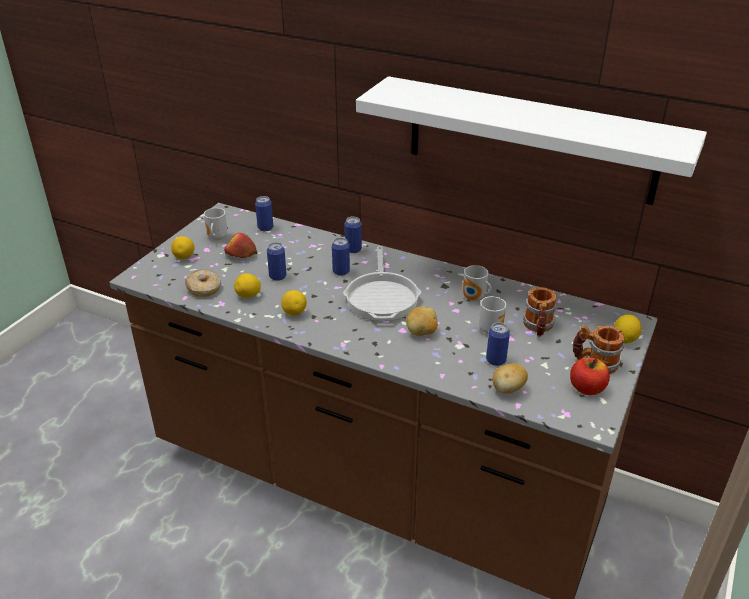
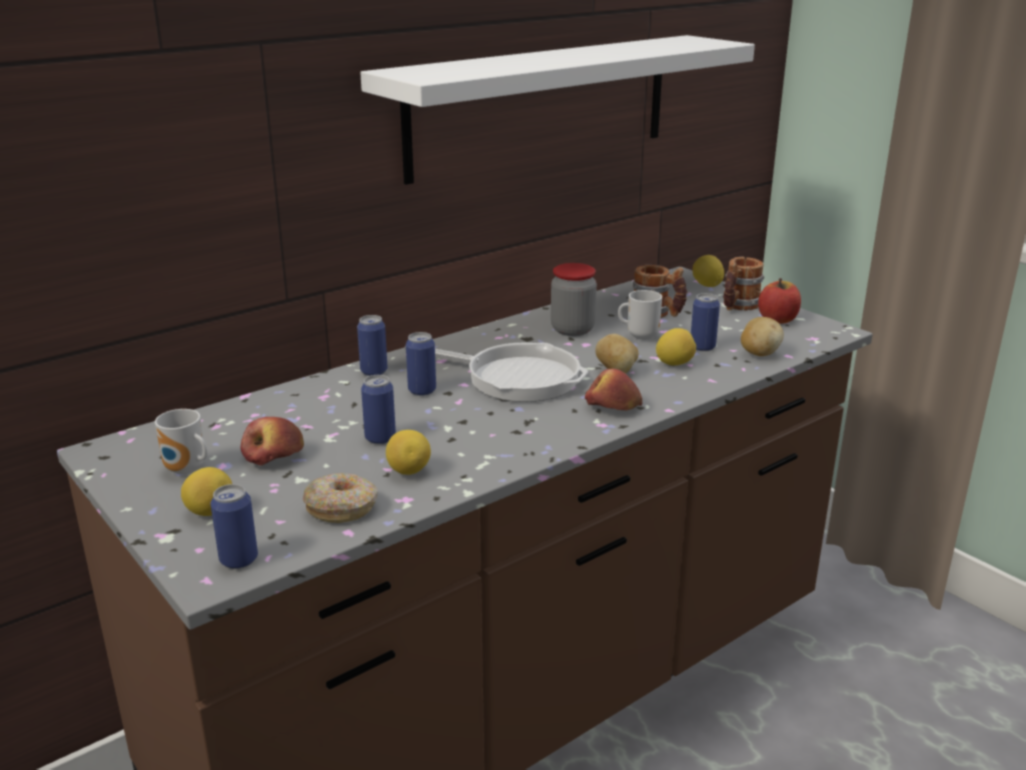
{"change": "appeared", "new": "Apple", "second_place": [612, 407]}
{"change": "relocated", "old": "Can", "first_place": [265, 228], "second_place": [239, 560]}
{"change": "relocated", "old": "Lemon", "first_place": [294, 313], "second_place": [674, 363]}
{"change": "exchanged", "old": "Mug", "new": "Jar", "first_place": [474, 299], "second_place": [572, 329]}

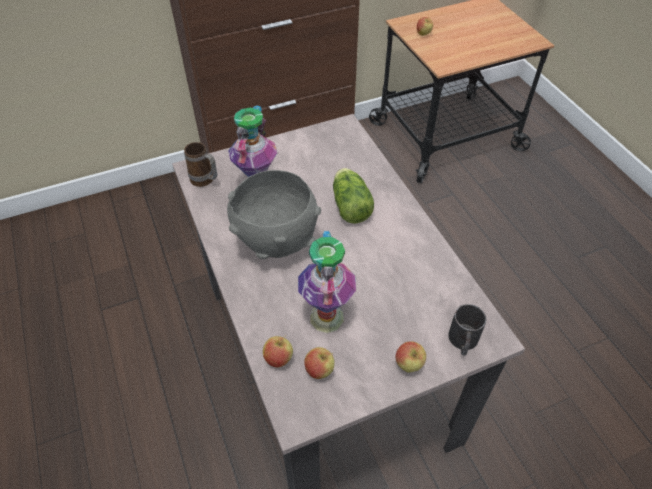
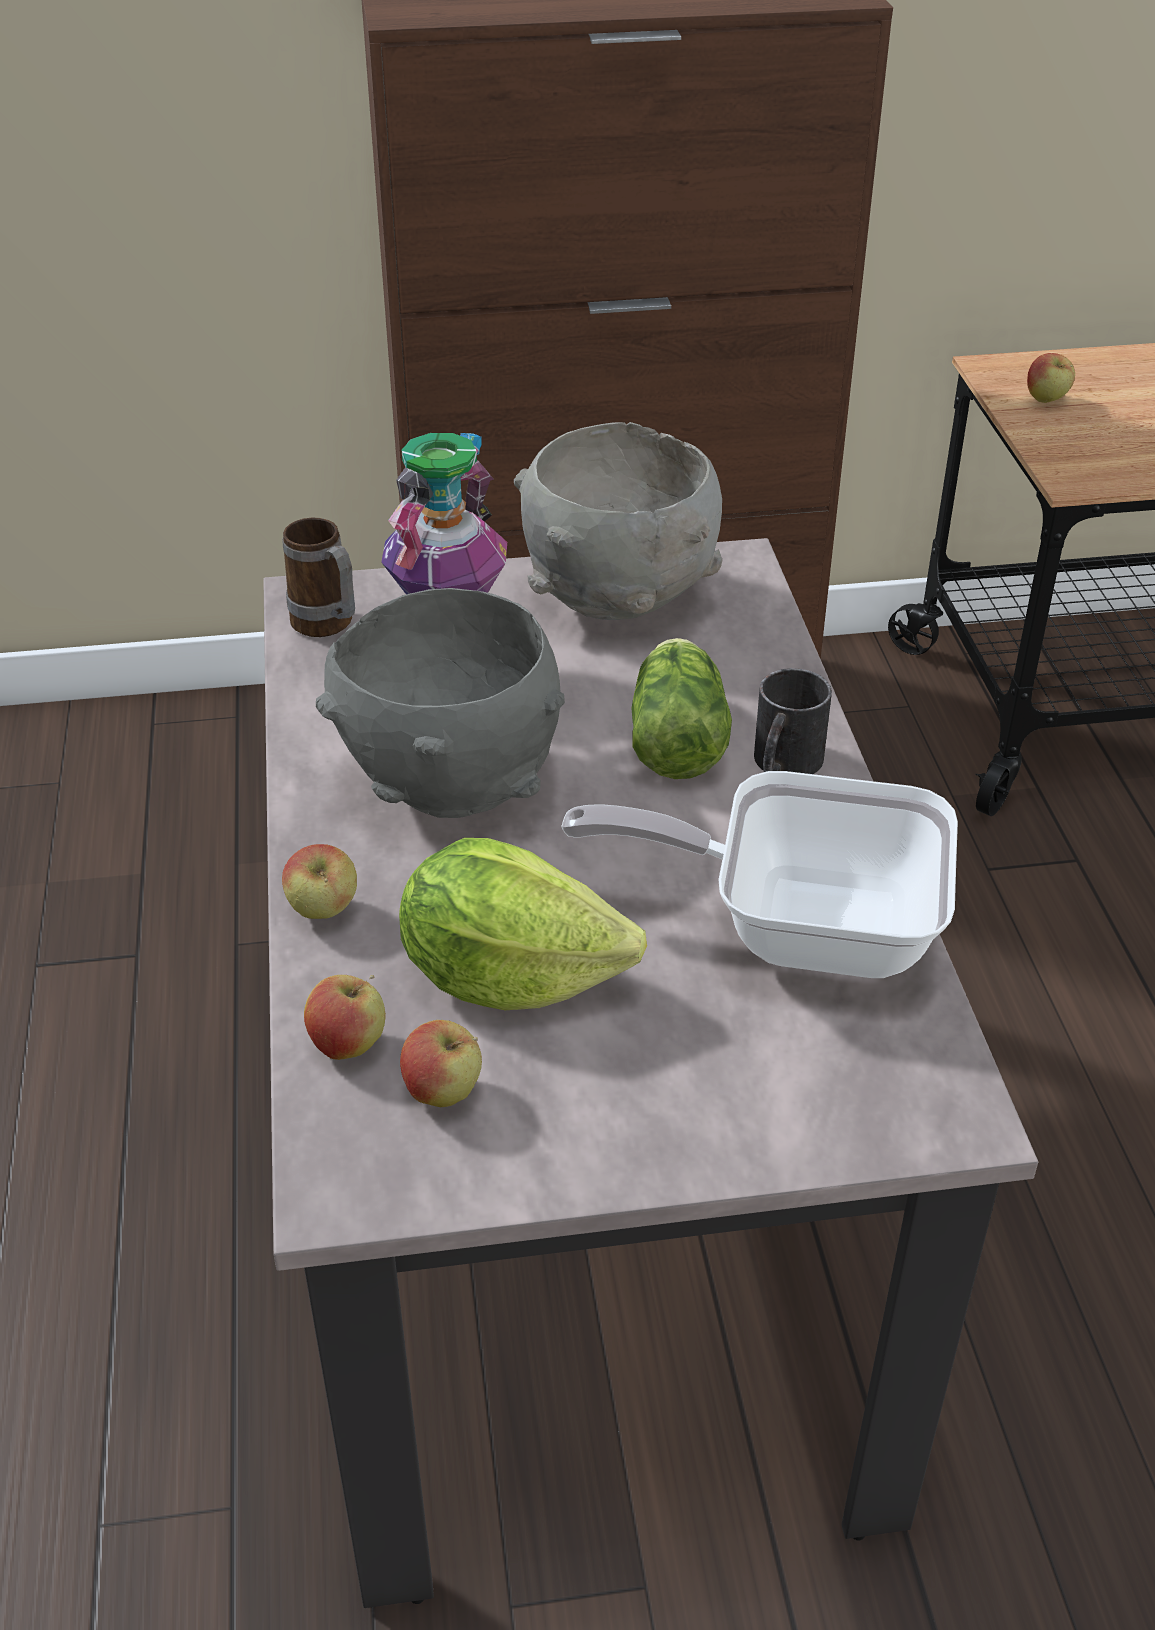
{"change": "appeared", "new": "GreyBowl", "second_place": [619, 599]}
{"change": "appeared", "new": "FryingPan", "second_place": [799, 927]}
{"change": "relocated", "old": "Apple", "first_place": [409, 365], "second_place": [324, 912]}
{"change": "relocated", "old": "BlackMug", "first_place": [463, 342], "second_place": [783, 765]}
{"change": "exchanged", "old": "Vase", "new": "Lettuce", "first_place": [325, 317], "second_place": [510, 975]}

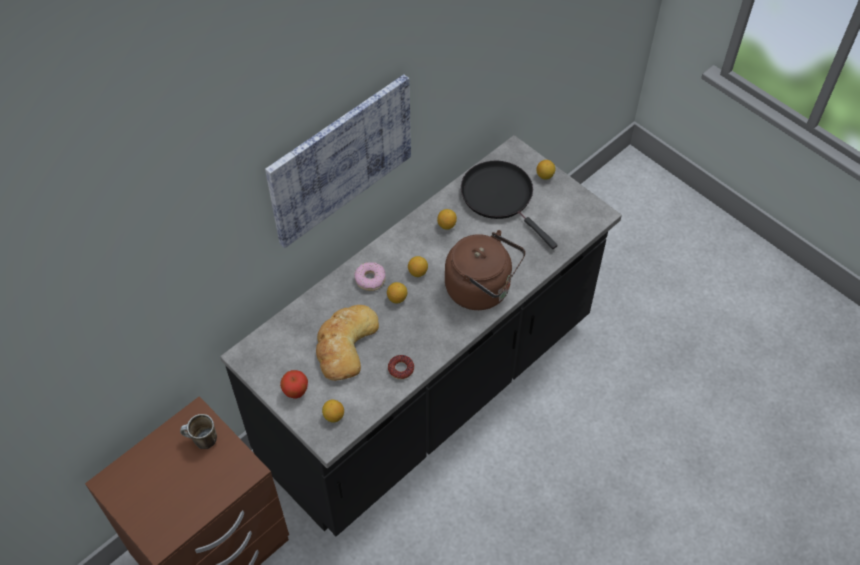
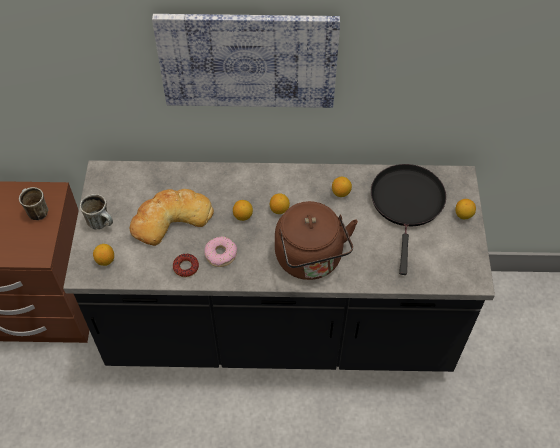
{"change": "relocated", "old": "Donut", "first_place": [370, 279], "second_place": [221, 254]}
{"change": "exchanged", "old": "Apple", "new": "Mug", "first_place": [296, 392], "second_place": [102, 223]}

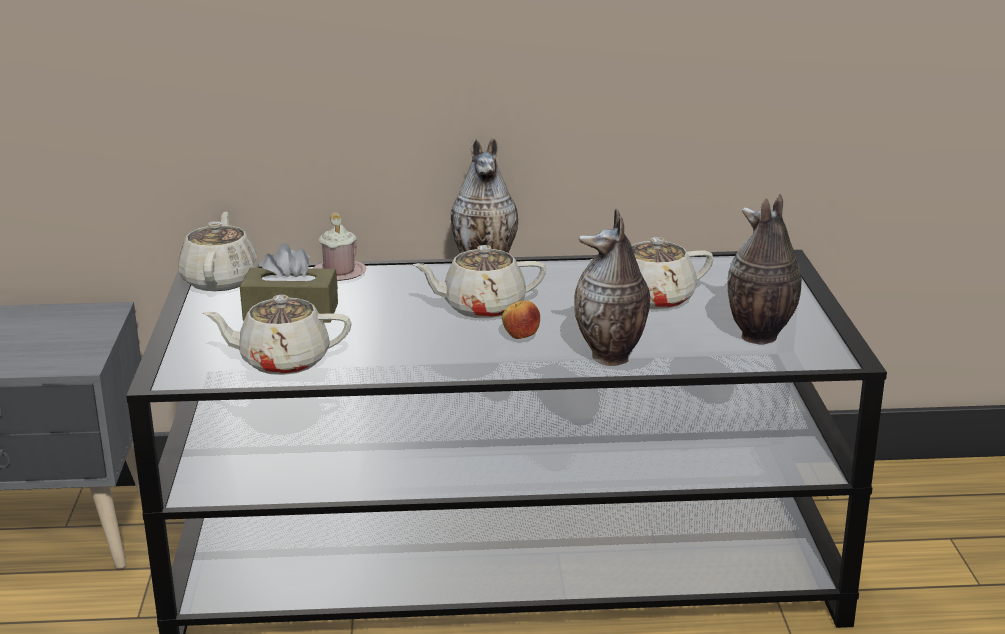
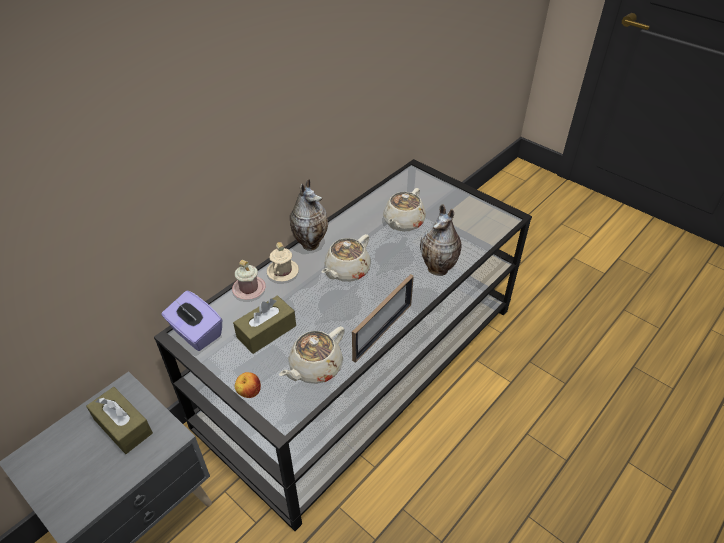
{"change": "missing", "old": "Vase", "first_place": [759, 337]}
{"change": "appeared", "new": "BrownTissueBox", "second_place": [123, 426]}
{"change": "appeared", "new": "BeigeMug", "second_place": [283, 271]}
{"change": "appeared", "new": "PictureFrame", "second_place": [382, 331]}
{"change": "relocated", "old": "Apple", "first_place": [520, 337], "second_place": [249, 392]}
{"change": "exchanged", "old": "BeigeTeapot", "new": "PurpleTissueBox", "first_place": [220, 280], "second_place": [196, 333]}

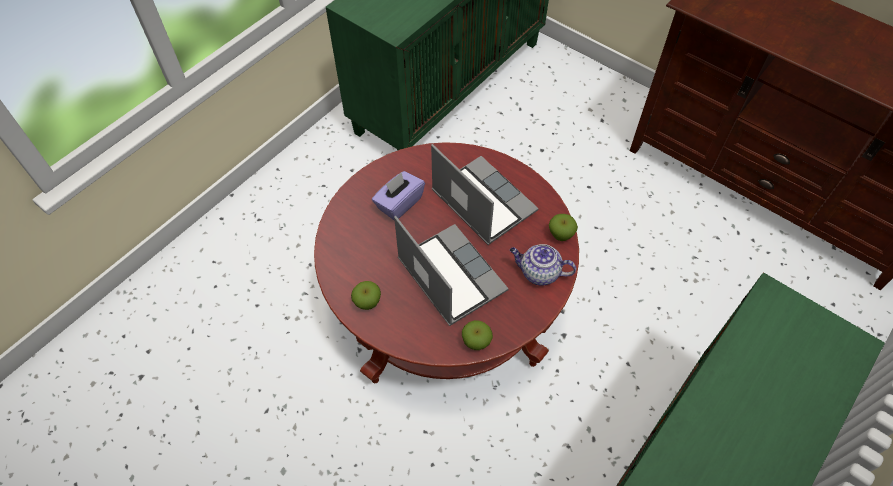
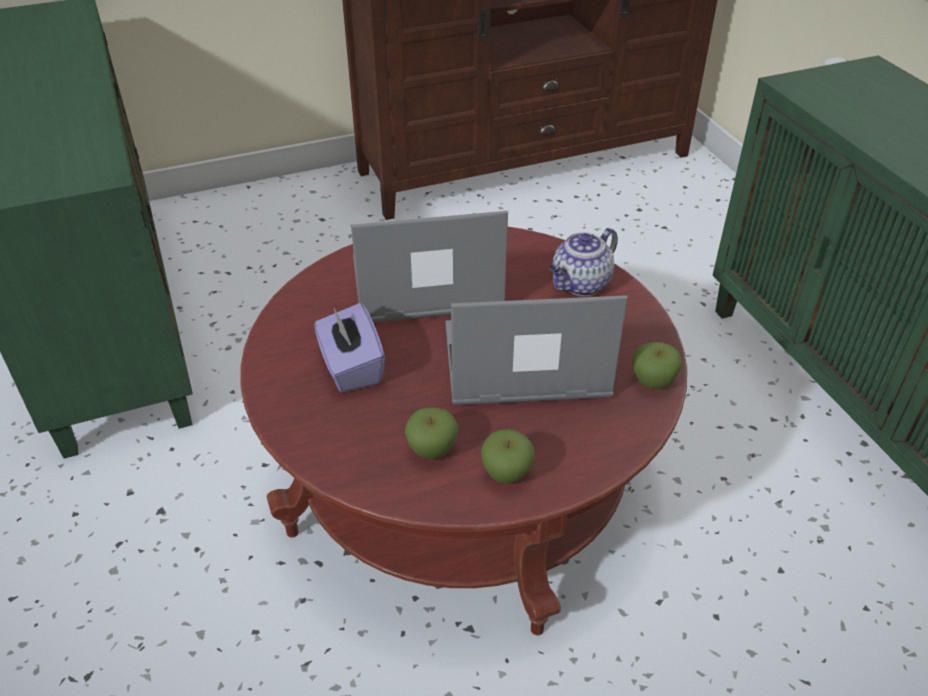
{"change": "relocated", "old": "Apple", "first_place": [561, 235], "second_place": [432, 450]}

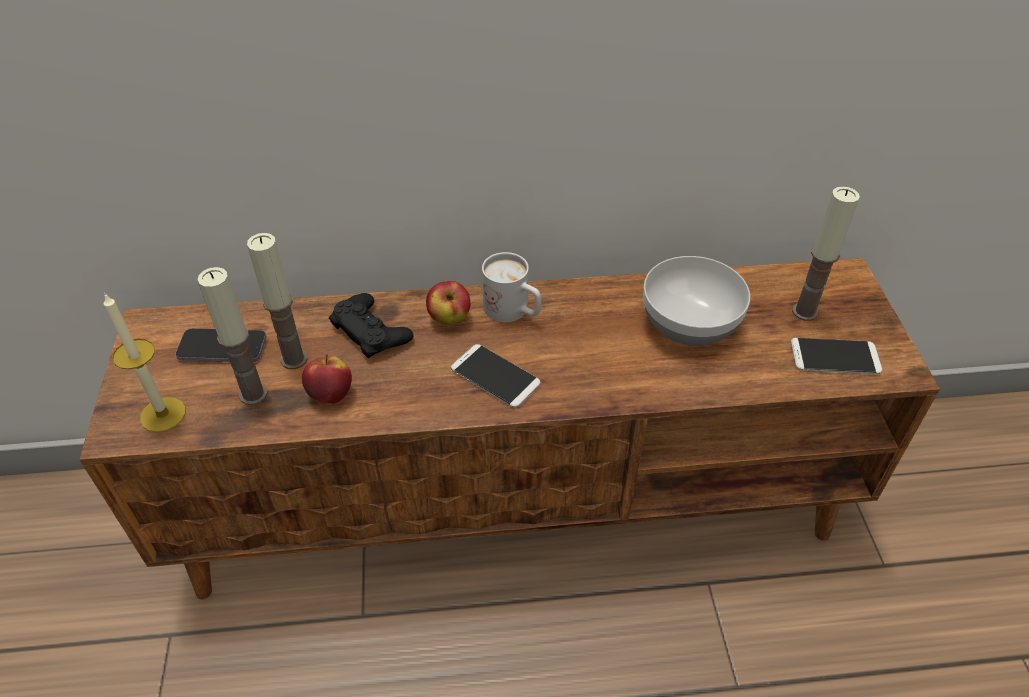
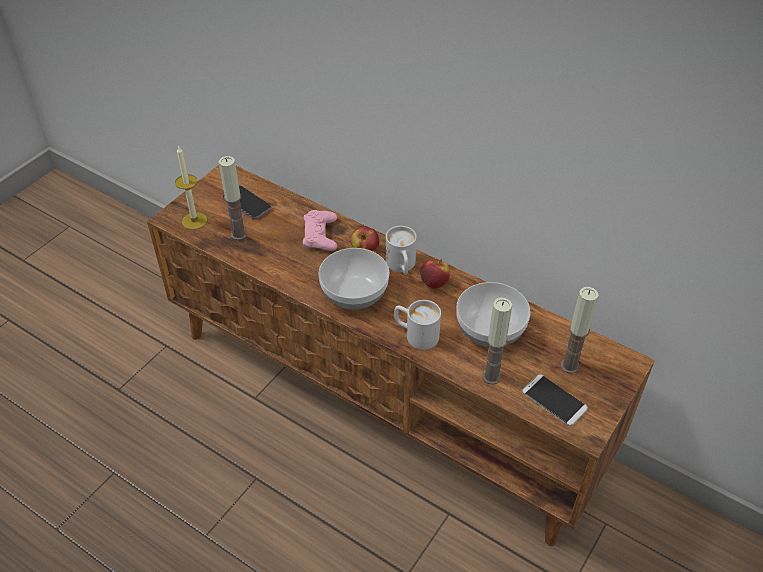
{"change": "appeared", "new": "WhiteMug", "second_place": [415, 334]}
{"change": "relocated", "old": "Candle", "first_place": [294, 359], "second_place": [491, 376]}
{"change": "relocated", "old": "Apple", "first_place": [330, 394], "second_place": [434, 283]}
{"change": "exchanged", "old": "Phone", "new": "Bowl", "first_place": [495, 376], "second_place": [355, 293]}
{"change": "colour", "old": "BlackGameController", "new": "PinkGameController", "first_place": [370, 331], "second_place": [320, 235]}

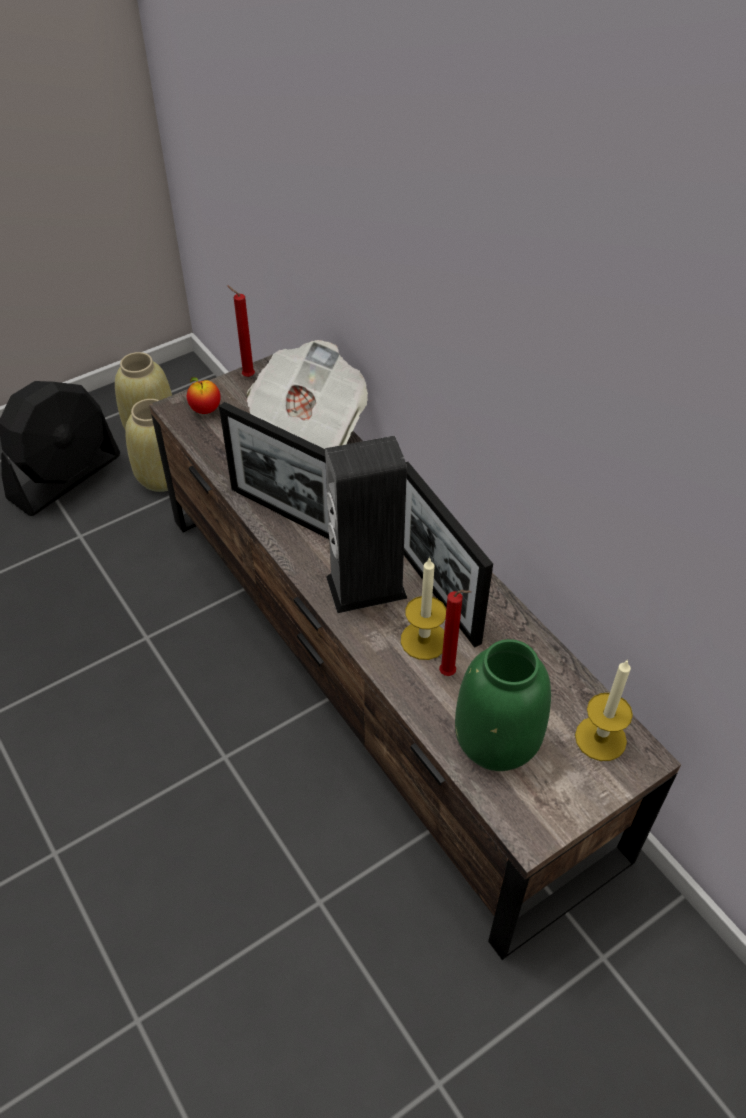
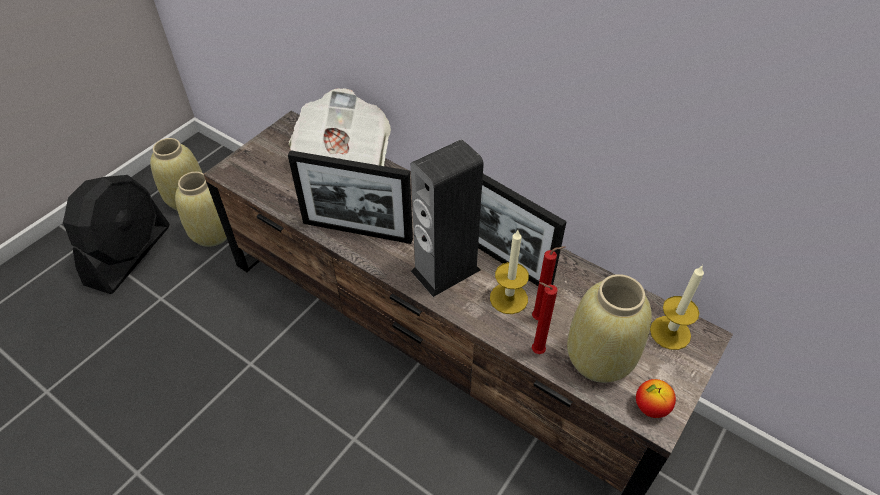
{"change": "relocated", "old": "Apple", "first_place": [205, 410], "second_place": [650, 407]}
{"change": "relocated", "old": "RedCandle", "first_place": [246, 376], "second_place": [535, 351]}
{"change": "colour", "old": "GreenVase", "new": "BeigeVase", "first_place": [498, 741], "second_place": [600, 358]}

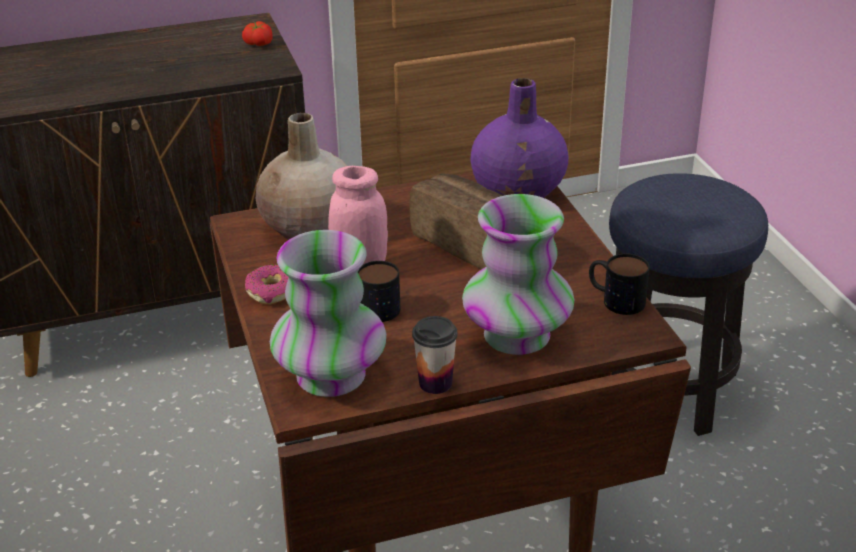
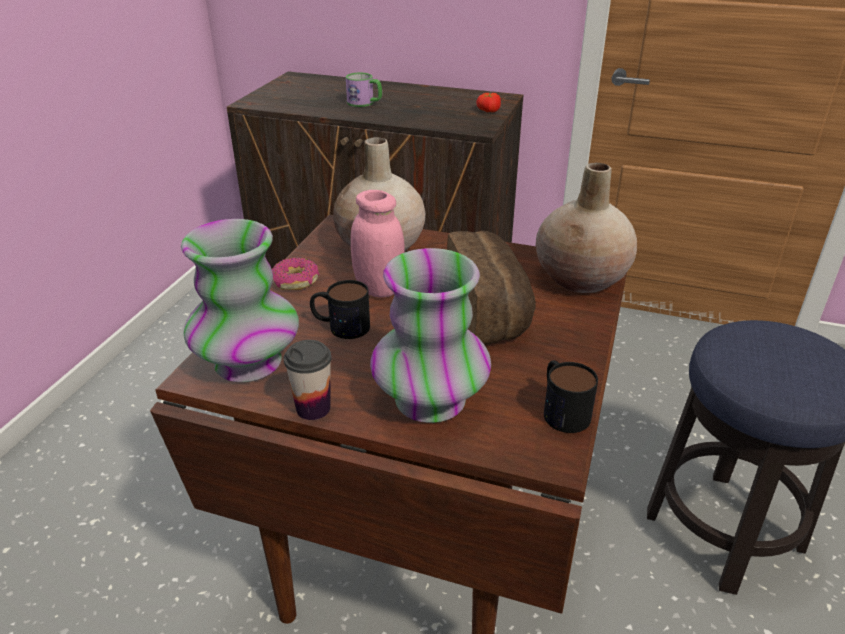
{"change": "appeared", "new": "Mug", "second_place": [365, 103]}
{"change": "colour", "old": "PurpleVase", "new": "BeigeVase", "first_place": [519, 191], "second_place": [581, 278]}

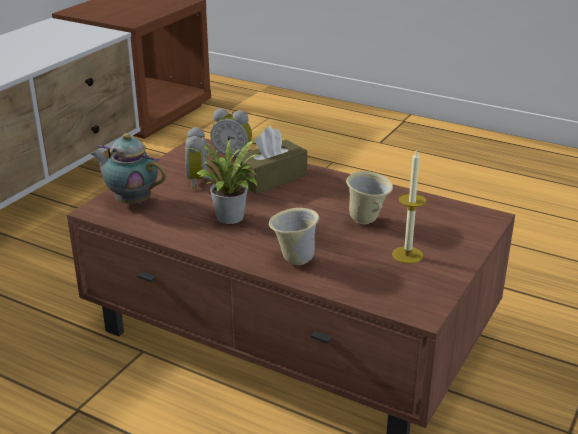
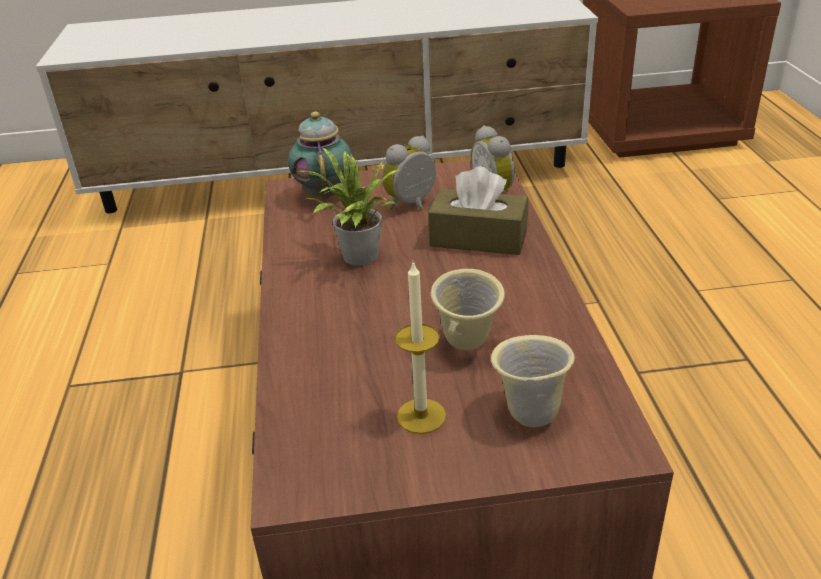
{"change": "relocated", "old": "BeigeMug", "first_place": [293, 260], "second_place": [529, 413]}

